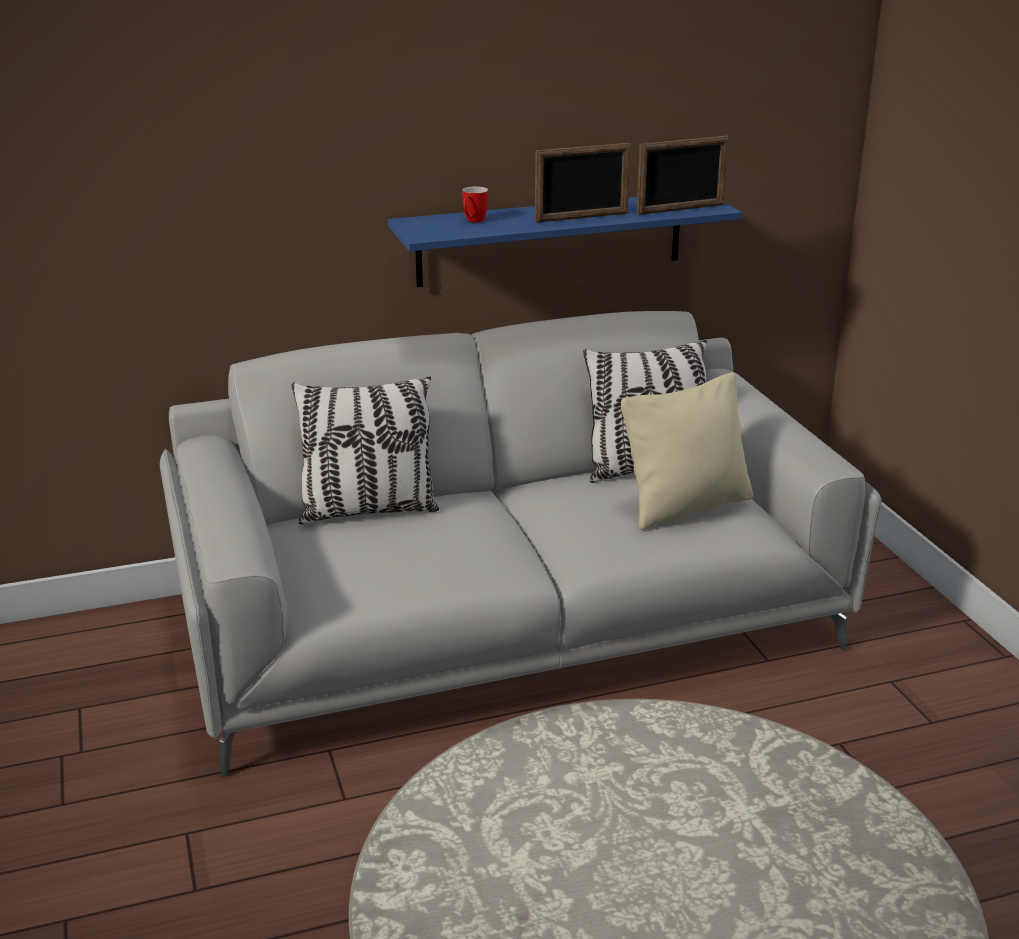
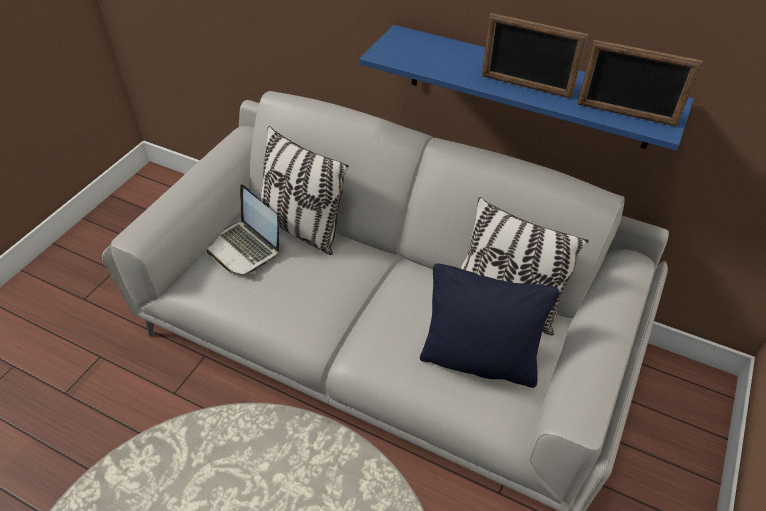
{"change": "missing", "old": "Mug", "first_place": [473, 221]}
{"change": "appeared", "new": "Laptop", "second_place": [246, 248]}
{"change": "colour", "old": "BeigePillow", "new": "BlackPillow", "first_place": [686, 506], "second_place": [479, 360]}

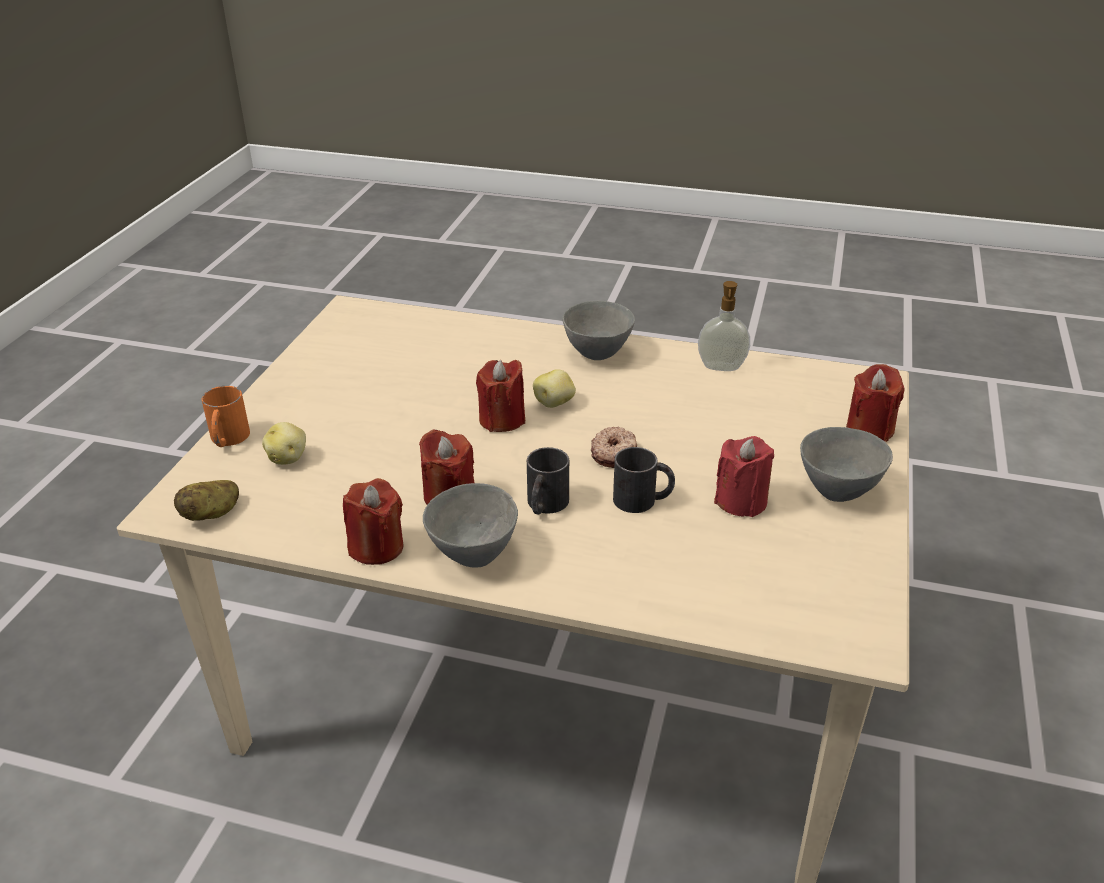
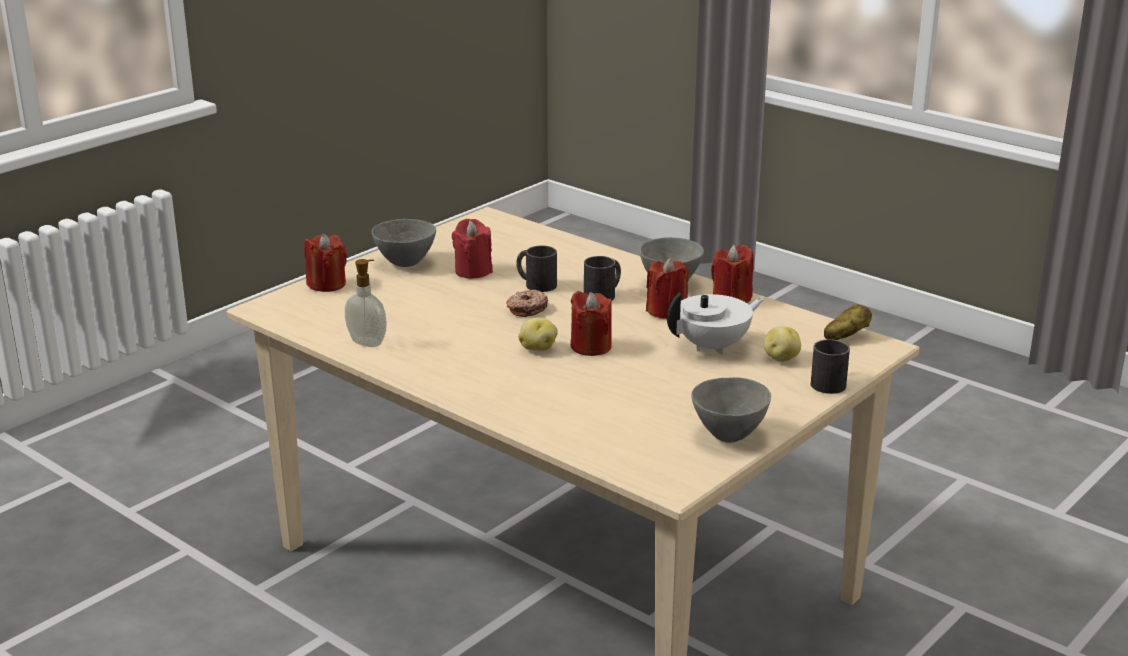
{"change": "appeared", "new": "WhiteTeapot", "second_place": [713, 347]}
{"change": "relocated", "old": "GreyBowl", "first_place": [598, 354], "second_place": [728, 434]}
{"change": "colour", "old": "OrangeMug", "new": "BlackMug", "first_place": [227, 439], "second_place": [830, 382]}

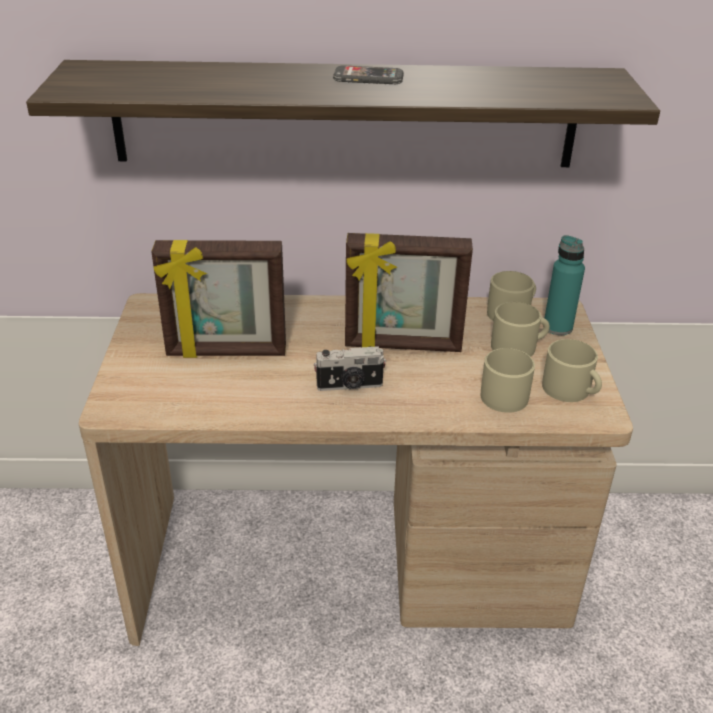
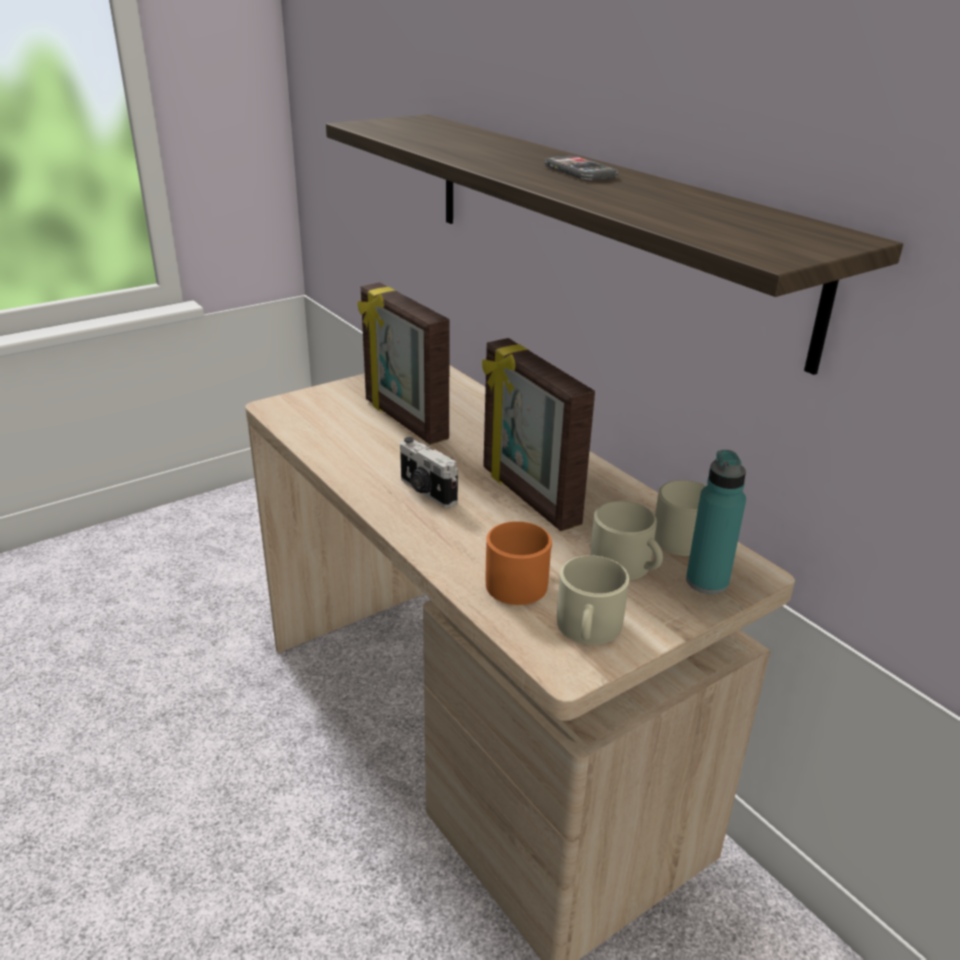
{"change": "colour", "old": "BeigeMug", "new": "OrangeMug", "first_place": [502, 393], "second_place": [522, 581]}

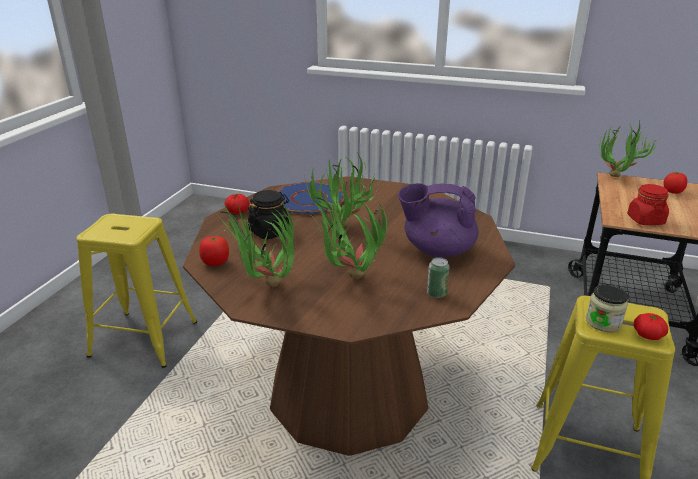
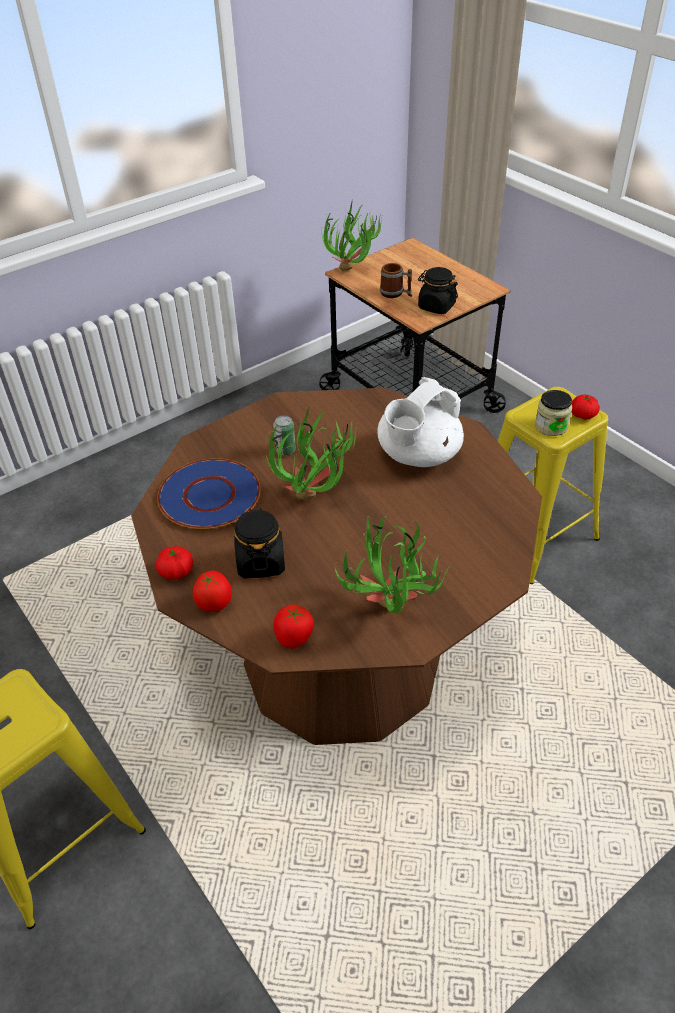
{"change": "missing", "old": "PottedPlant", "first_place": [348, 279]}
{"change": "appeared", "new": "Mug", "second_place": [396, 294]}
{"change": "relocated", "old": "Can", "first_place": [436, 293], "second_place": [285, 450]}
{"change": "relocated", "old": "Tomato", "first_place": [672, 192], "second_place": [214, 603]}
{"change": "colour", "old": "PurpleTeapot", "new": "WhiteTeapot", "first_place": [437, 250], "second_place": [417, 456]}
{"change": "colour", "old": "RedJar", "new": "BlackJar", "first_place": [645, 220], "second_place": [436, 306]}

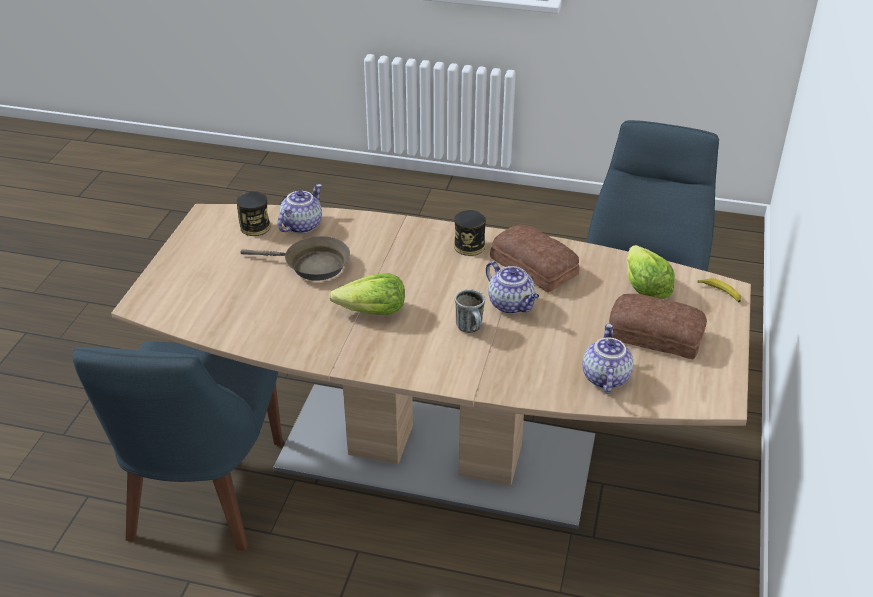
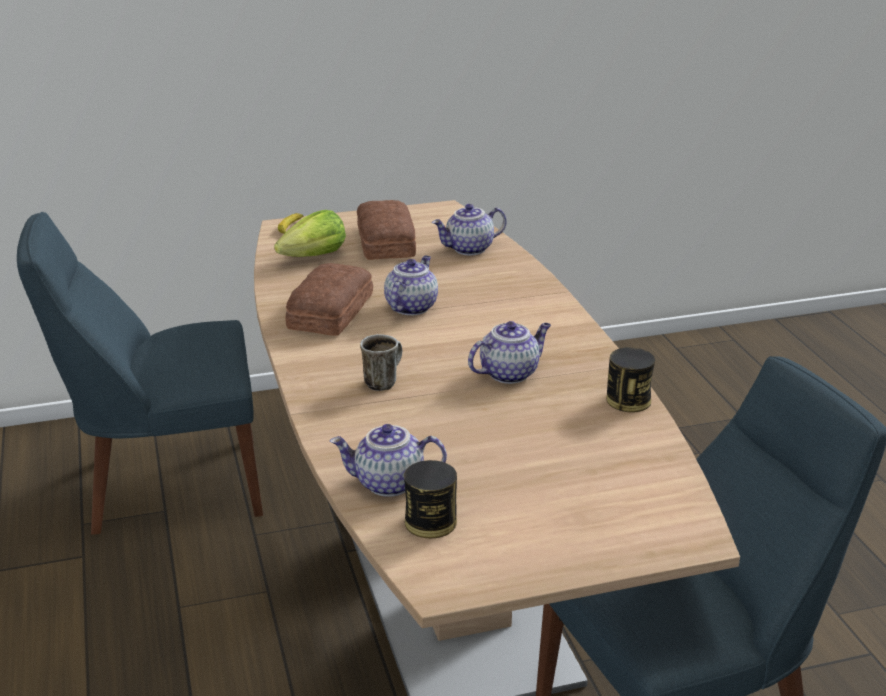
{"change": "missing", "old": "BrownFryingPan", "first_place": [312, 265]}
{"change": "relocated", "old": "Can", "first_place": [469, 246], "second_place": [628, 400]}
{"change": "relocated", "old": "Mug", "first_place": [472, 329], "second_place": [383, 381]}
{"change": "exchanged", "old": "Lettuce", "new": "Teapot", "first_place": [372, 312], "second_place": [509, 373]}

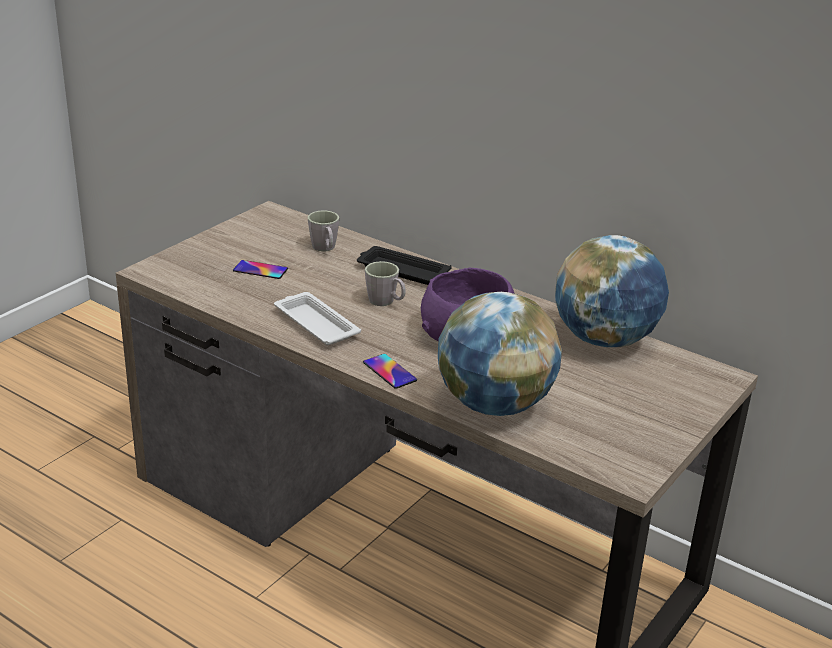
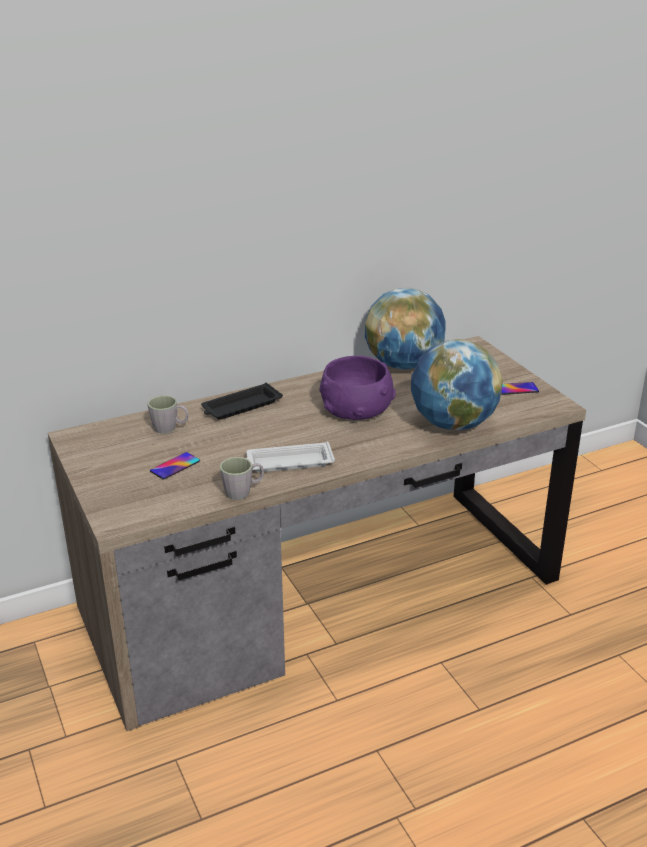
{"change": "relocated", "old": "Phone", "first_place": [389, 371], "second_place": [516, 389]}
{"change": "relocated", "old": "GreyMug", "first_place": [386, 302], "second_place": [243, 492]}

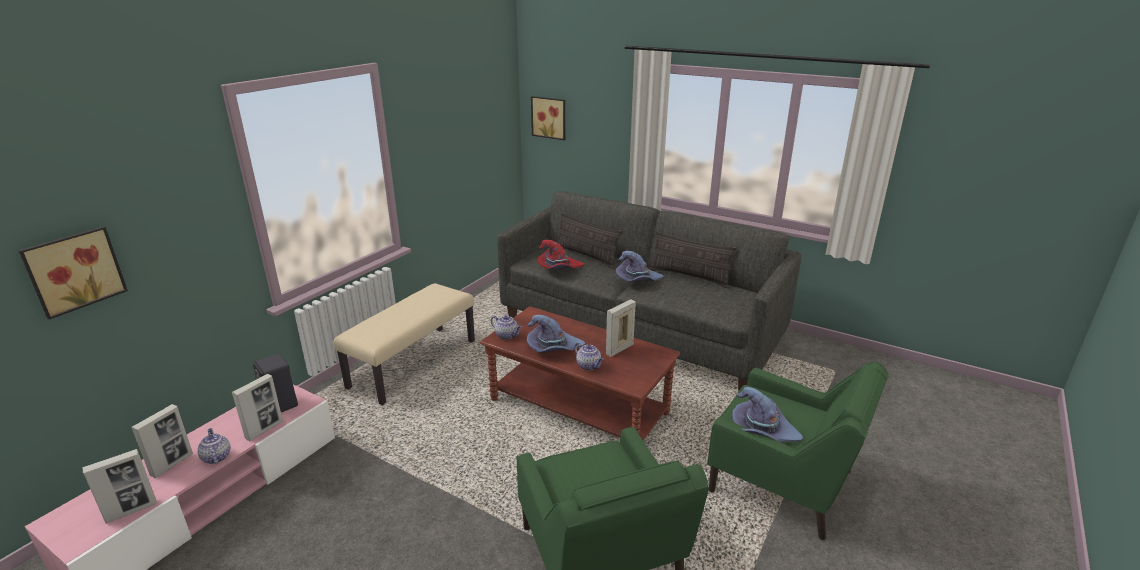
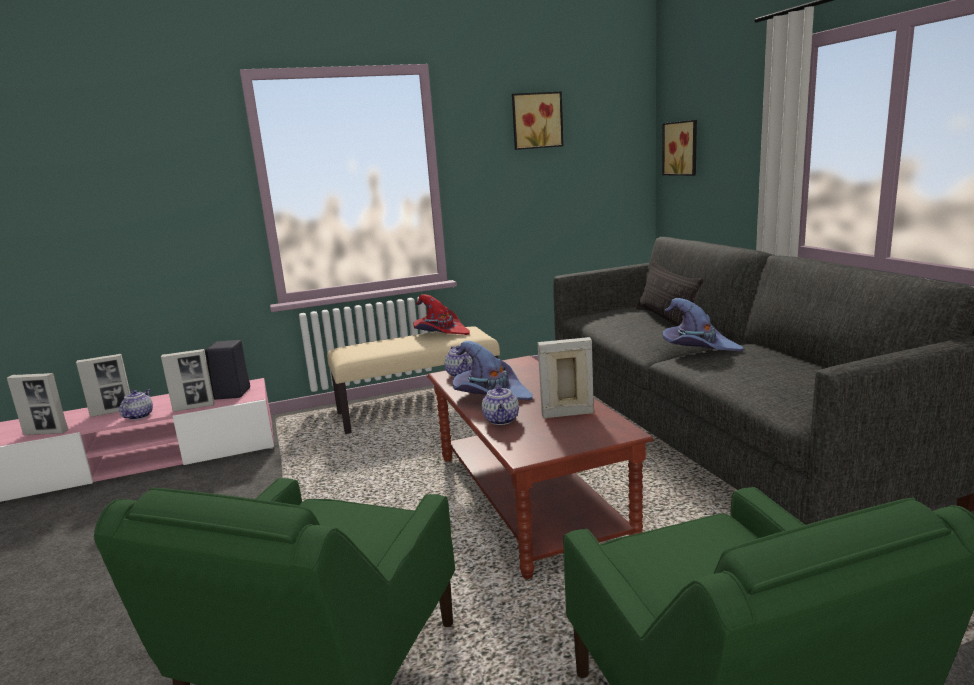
{"change": "missing", "old": "Pillow", "first_place": [689, 277]}
{"change": "missing", "old": "PurpleHat", "first_place": [762, 429]}
{"change": "relocated", "old": "Picture", "first_place": [74, 270], "second_place": [536, 120]}
{"change": "relocated", "old": "RedHat", "first_place": [558, 267], "second_place": [440, 332]}

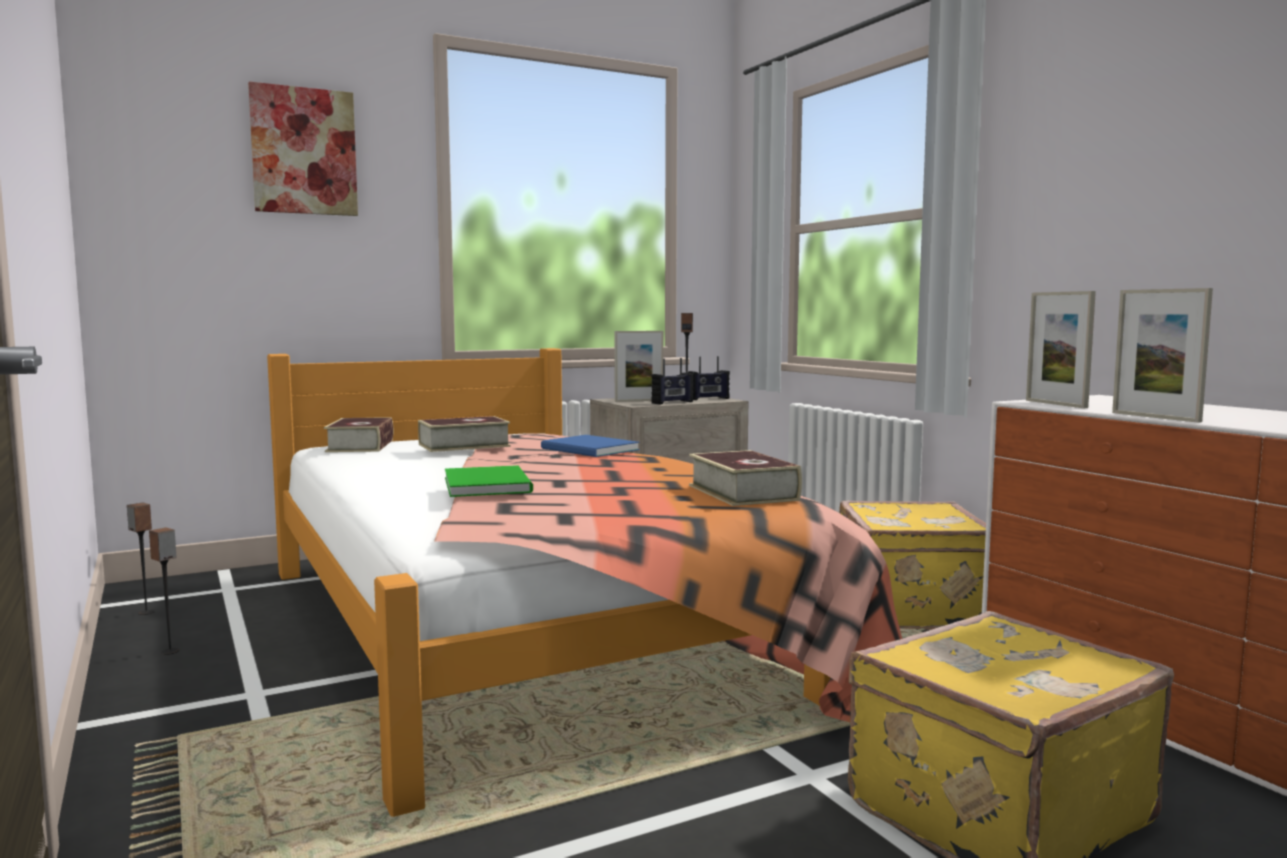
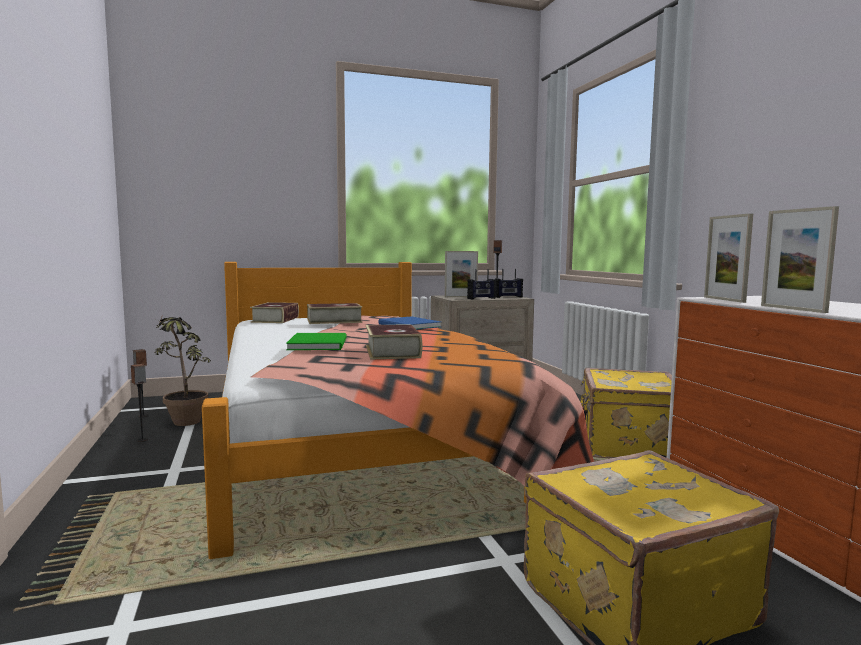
{"change": "missing", "old": "Picture", "first_place": [304, 151]}
{"change": "appeared", "new": "PottedPlant", "second_place": [183, 420]}
{"change": "relocated", "old": "Book", "first_place": [742, 492], "second_place": [392, 351]}

